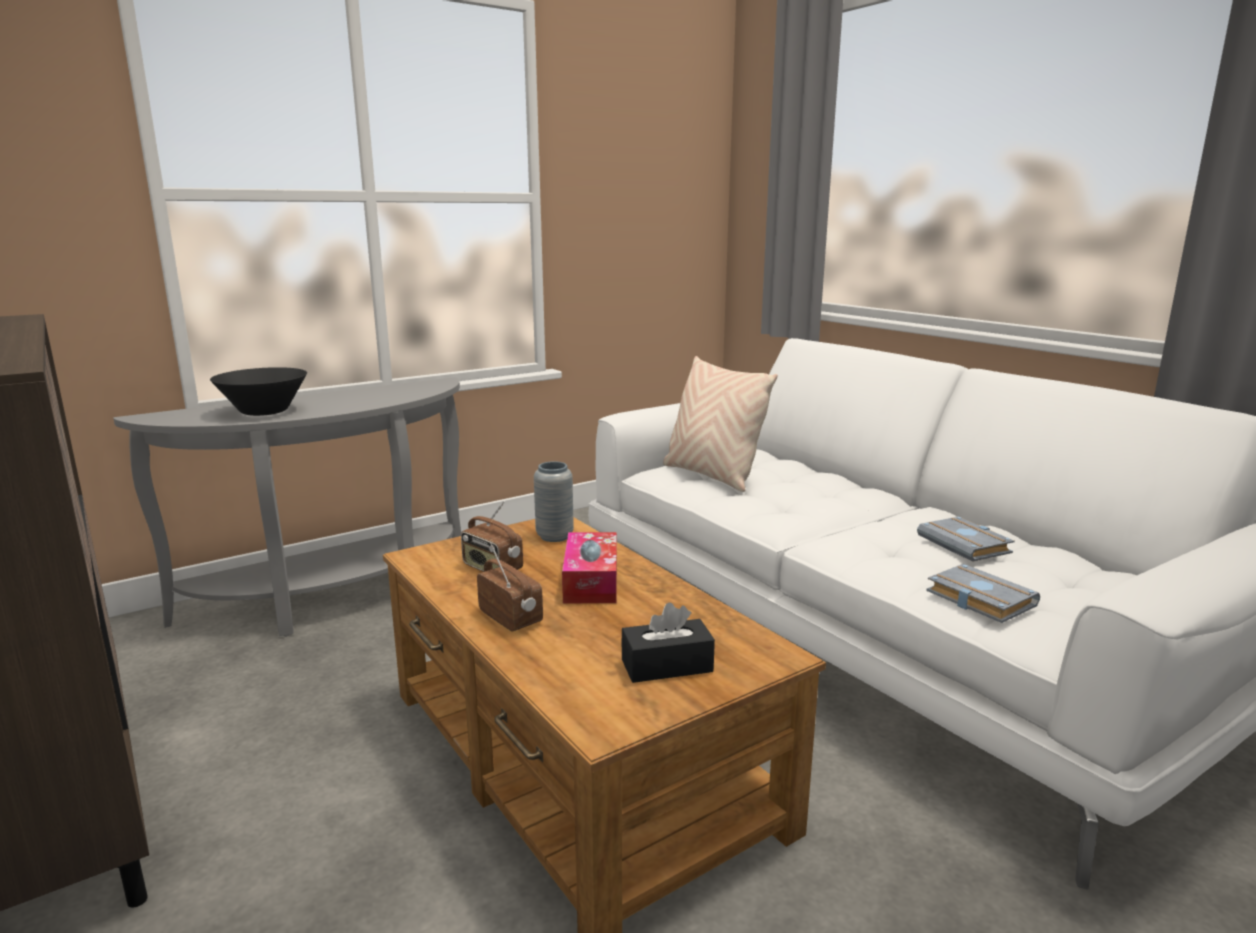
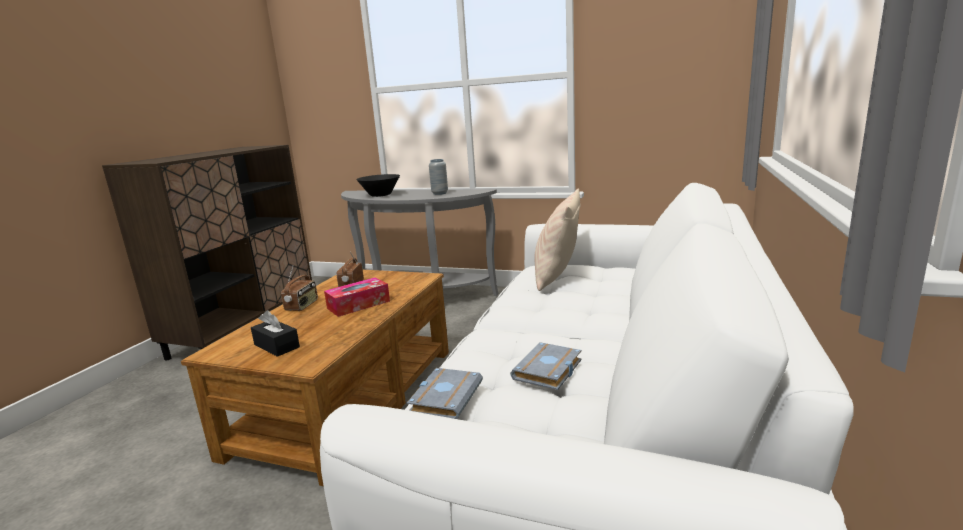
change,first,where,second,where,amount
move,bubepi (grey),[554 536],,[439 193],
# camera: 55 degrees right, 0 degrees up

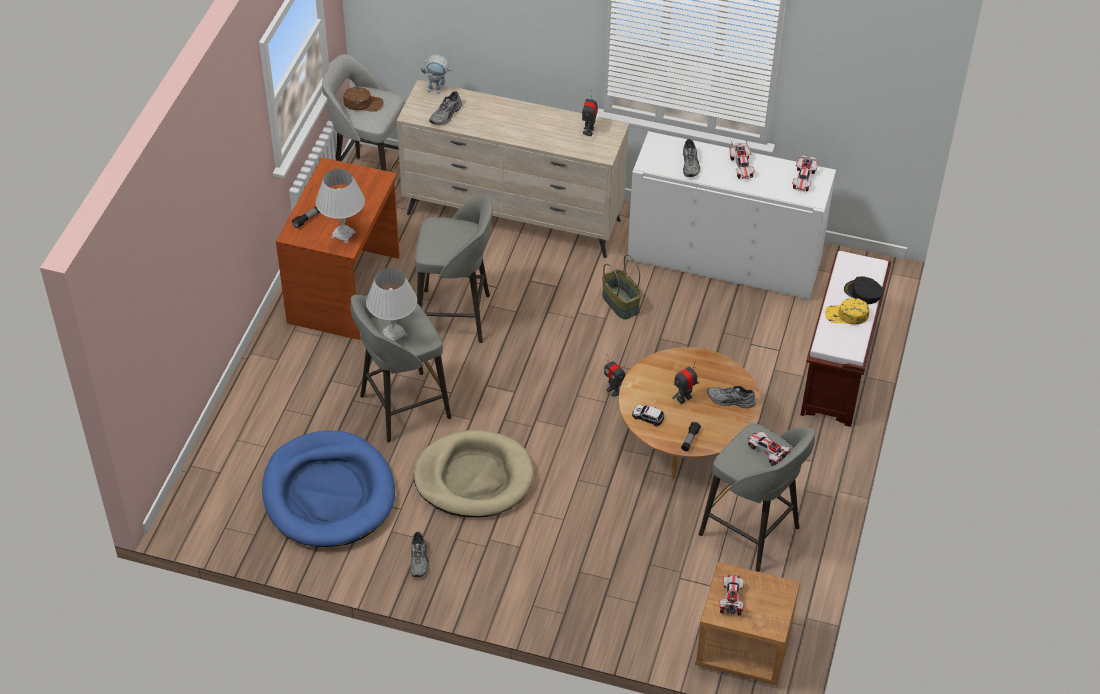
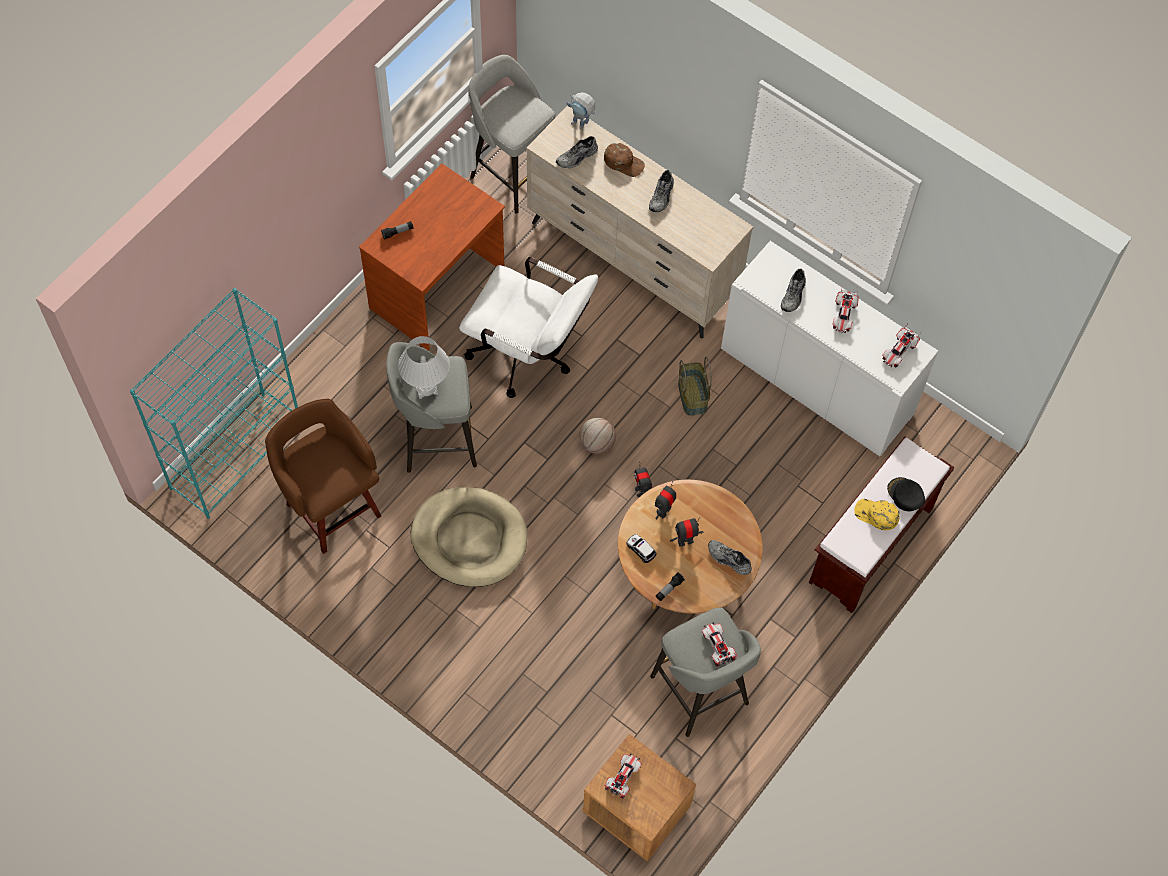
change,first,where,second,where,amount
insert,,,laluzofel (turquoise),[236 454],
replace,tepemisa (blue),[328 493],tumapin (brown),[331 507],
replace,tumapin (grey),[456 316],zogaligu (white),[529 356],
insert,,,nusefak,[596 443],
move,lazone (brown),[363 103],,[624 162],
move,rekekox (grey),[420 559],,[662 196],
move,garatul,[589 131],,[664 510],
delete,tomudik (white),[343 234],,,
# camera: 20 degrees right, 15 degrees up

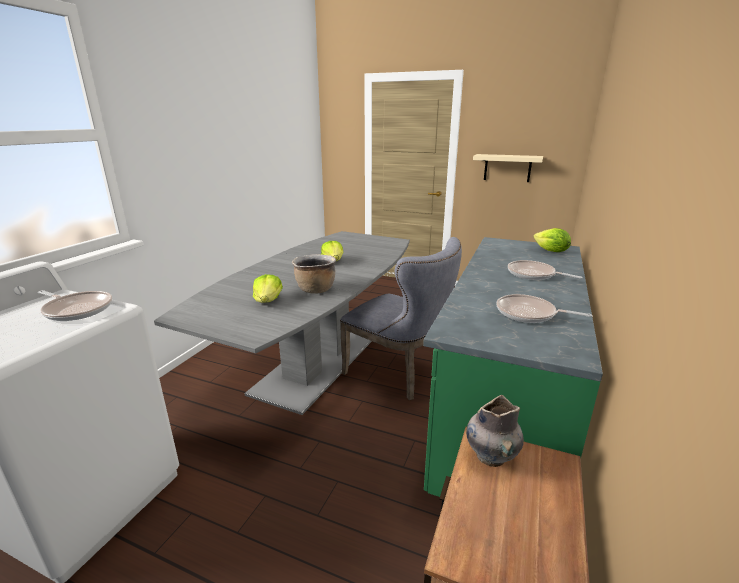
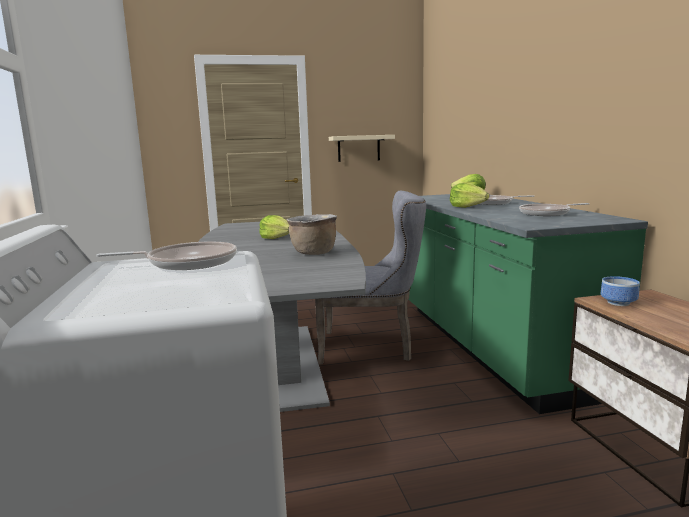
change,first,where,second,where,amount
move,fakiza,[268 301],,[467 207],
replace,bubepi (grey),[490 456],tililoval,[616 303],
# camera: 35 degrees left, 10 degrees down

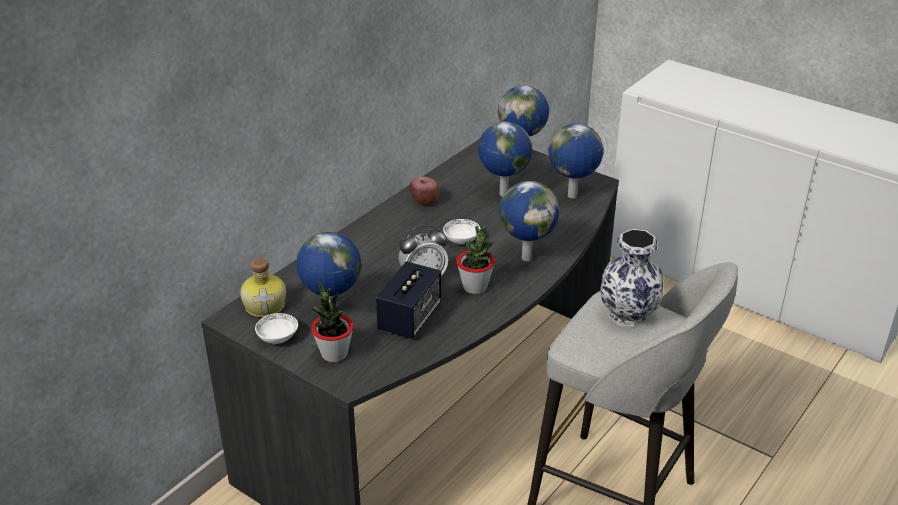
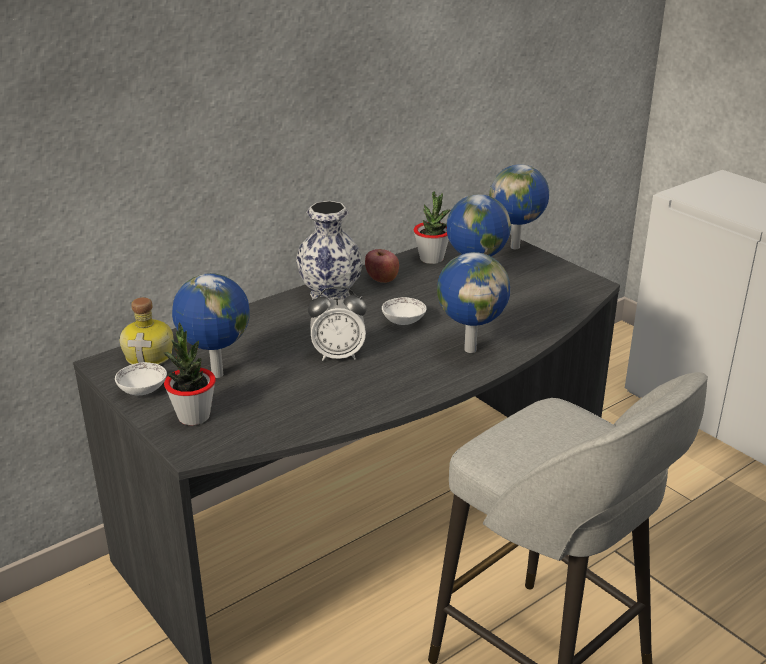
change,first,where,second,where,amount
move,bubepi,[627 315],,[329 295],
move,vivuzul,[475 287],,[431 259],
delete,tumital,[410 318],,,
delete,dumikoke,[572 196],,,
# camera: 15 degrees right, 5 degrees down

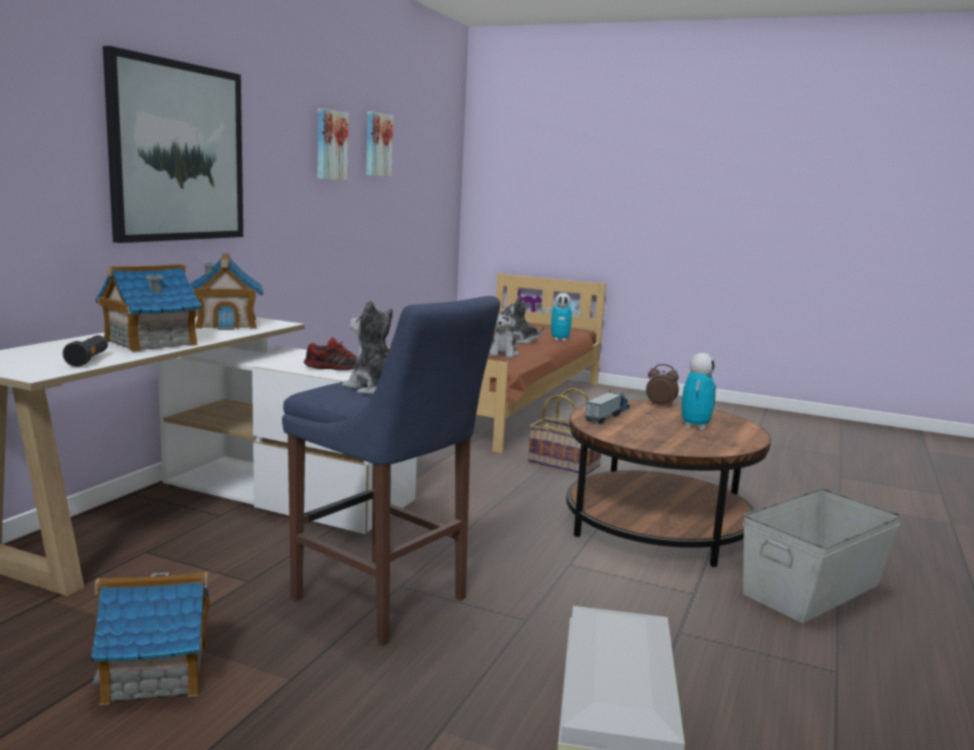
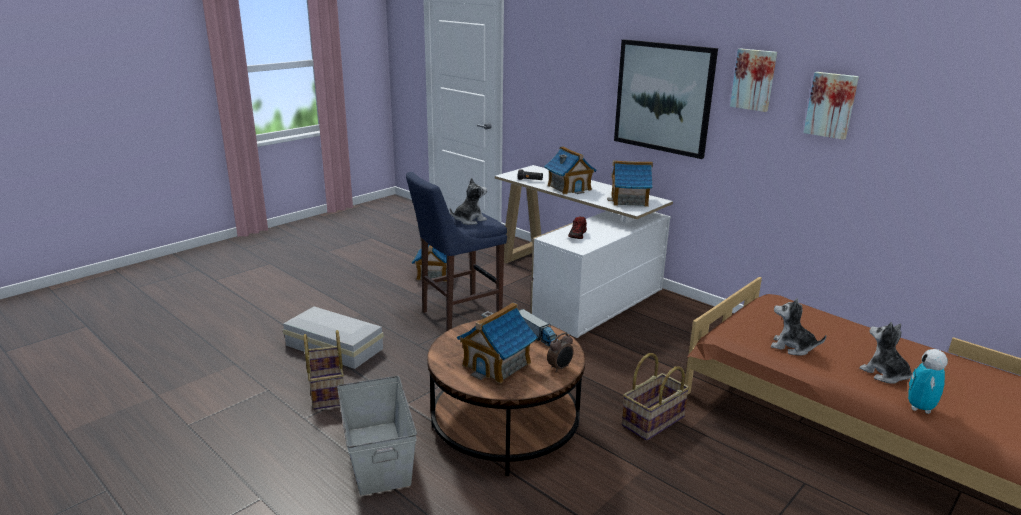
change,first,where,second,where,amount
insert,,,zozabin,[326 391],
replace,garatul,[695 426],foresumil,[497 364],
move,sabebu,[377 145],,[754 79],
rotate,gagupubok,[520 341],,[884 374],75 degrees counterclockwise
# camera: 110 degrees right, 10 degrees up

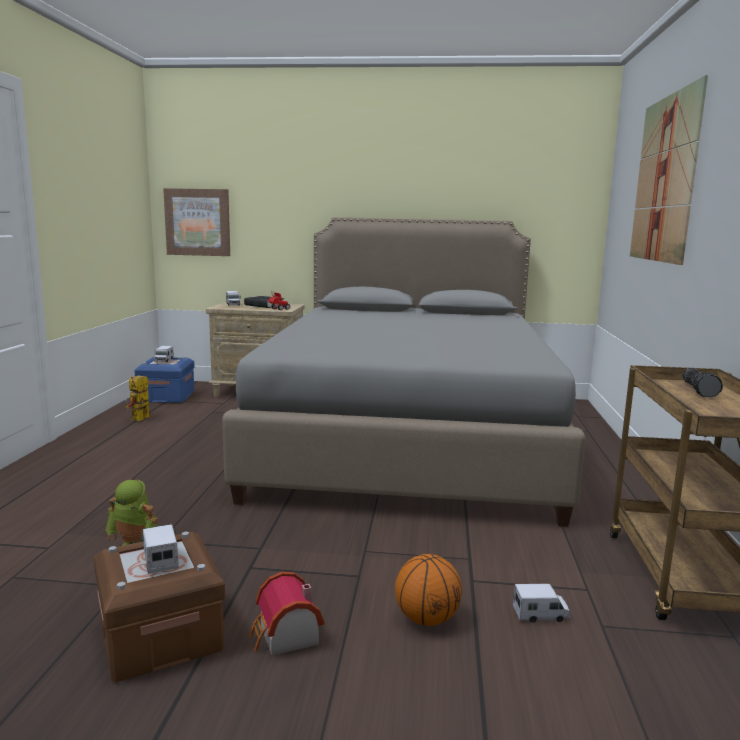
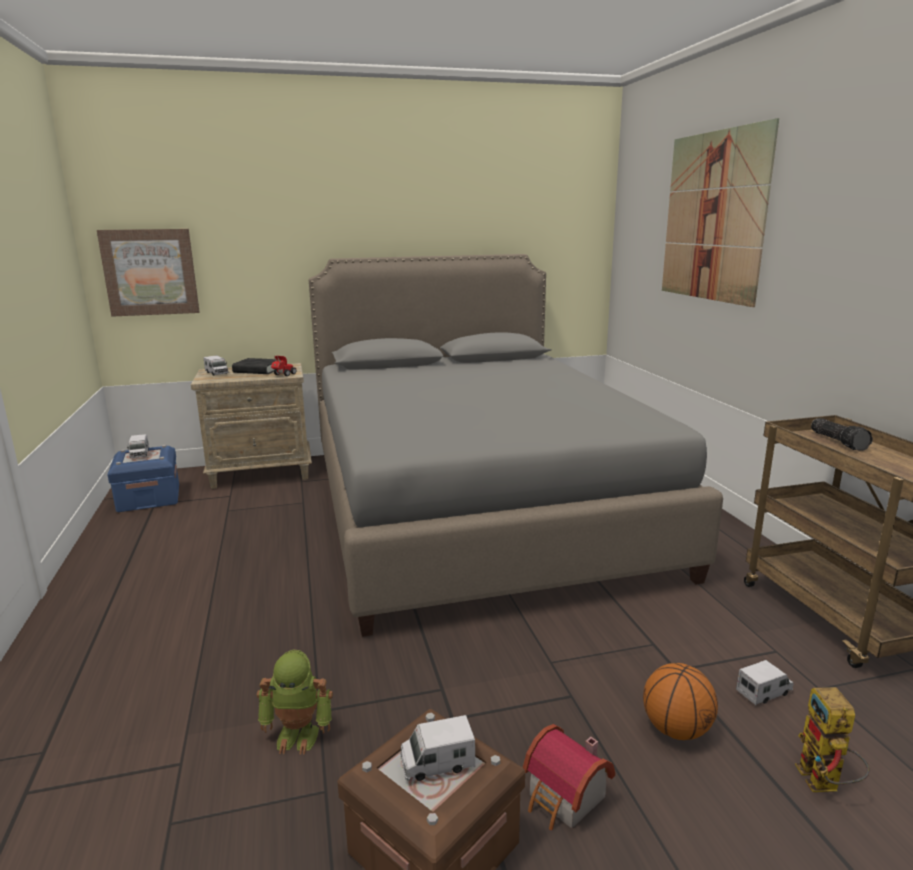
change,first,where,second,where,amount
rotate,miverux,[160 559],,[437 763],60 degrees counterclockwise
move,garatul,[139 419],,[825 785],
# camera: 20 degrees left, 5 degrees up

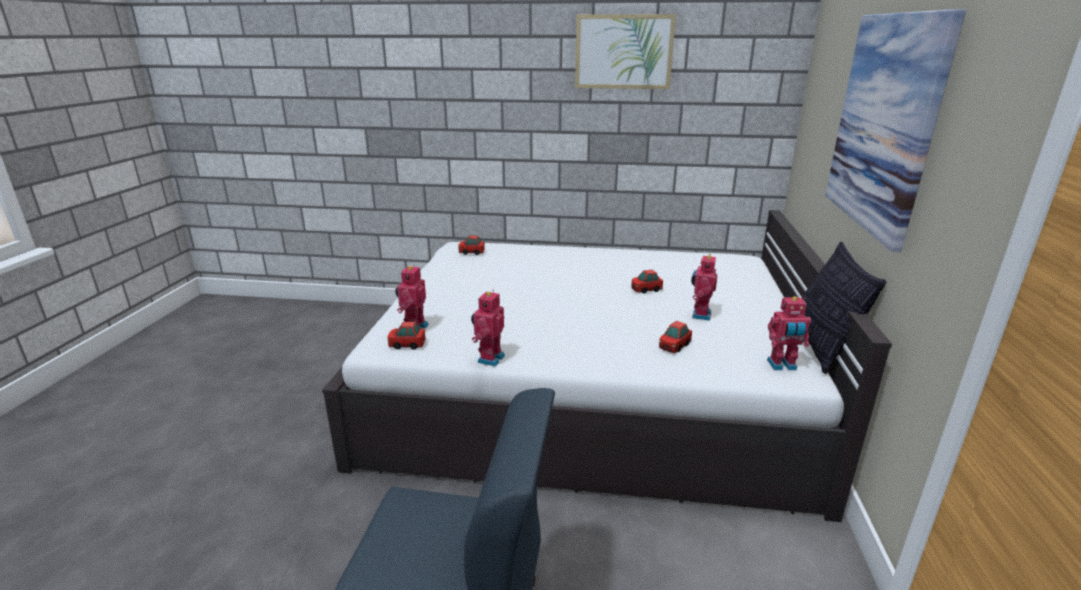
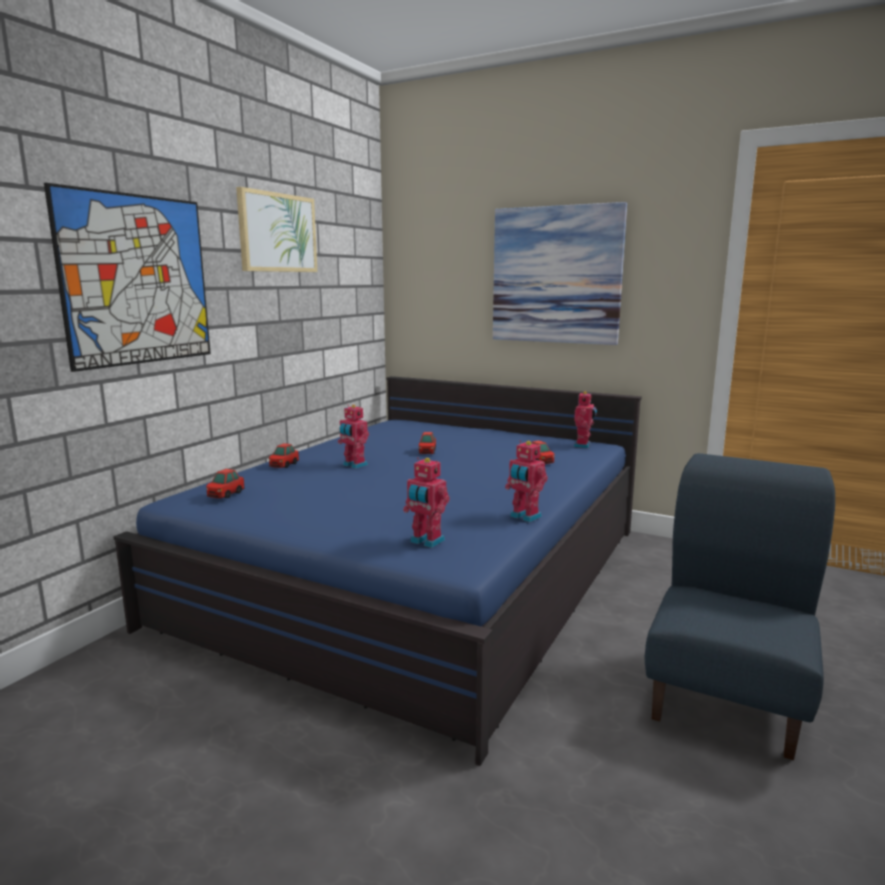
change,first,where,second,where,amount
insert,,,sabebu,[137 280],
recolor,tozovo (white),[589 389],tozovo (blue),[421 574],
move,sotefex,[406 345],,[284 465],
move,garatul,[699 315],,[354 465],
delete,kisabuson,[821 348],,,
# camera: 70 degrees left, 10 degrees down

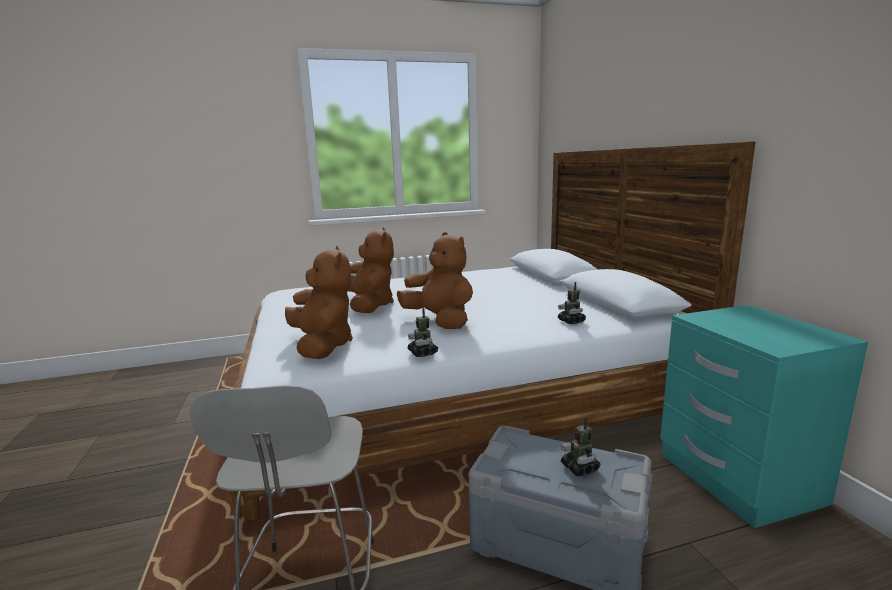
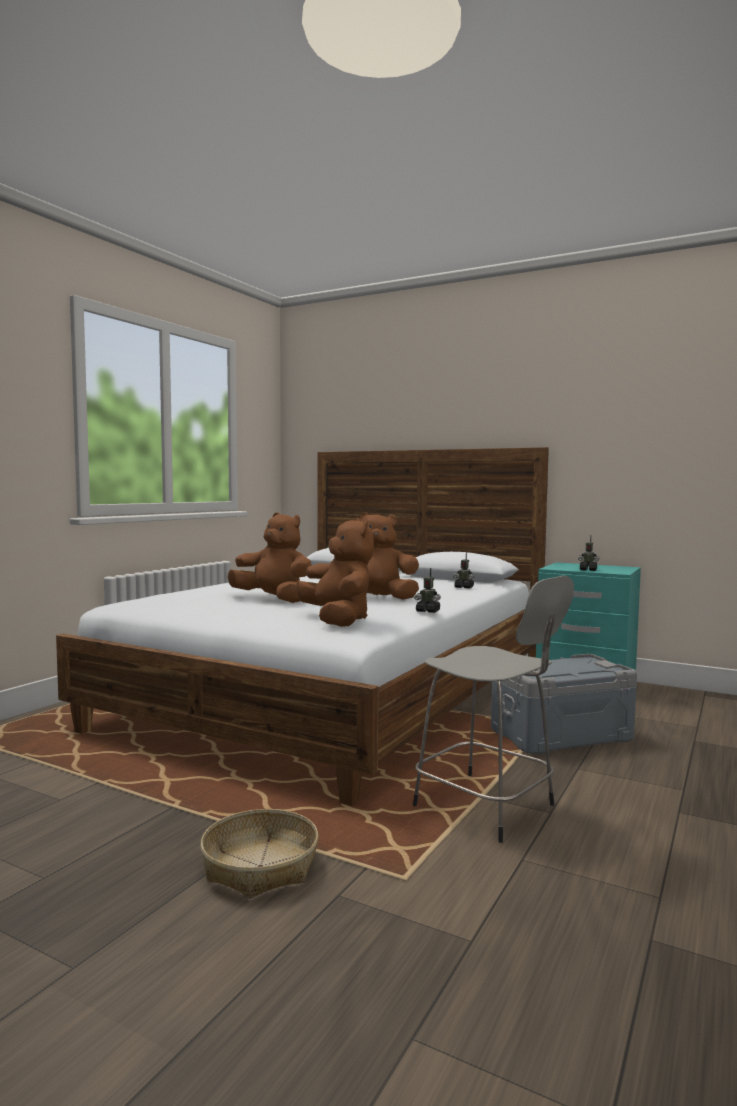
change,first,where,second,where,amount
insert,,,zozabin,[259 867],
rotate,gagupubok (brown),[322 346],,[337 620],45 degrees clockwise
move,garatul,[580 468],,[588 570],
# camera: 45 degrees left, 10 degrees down

